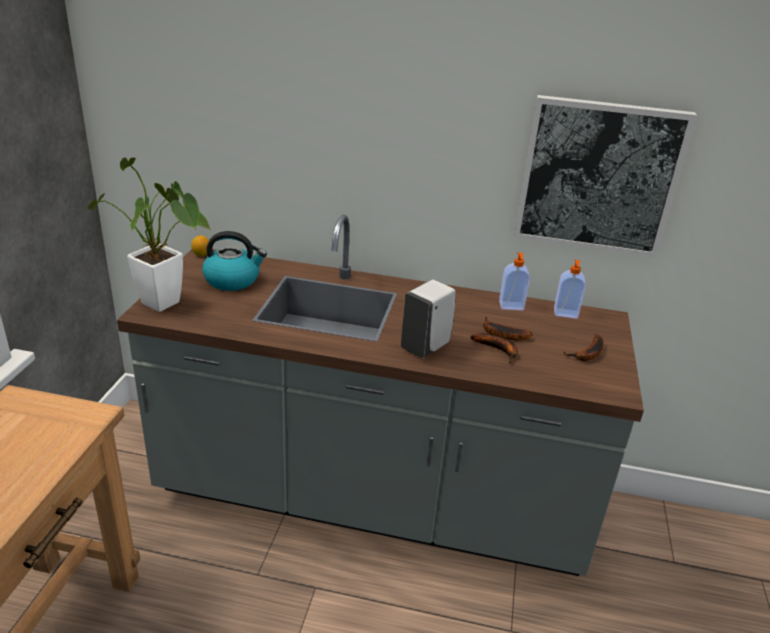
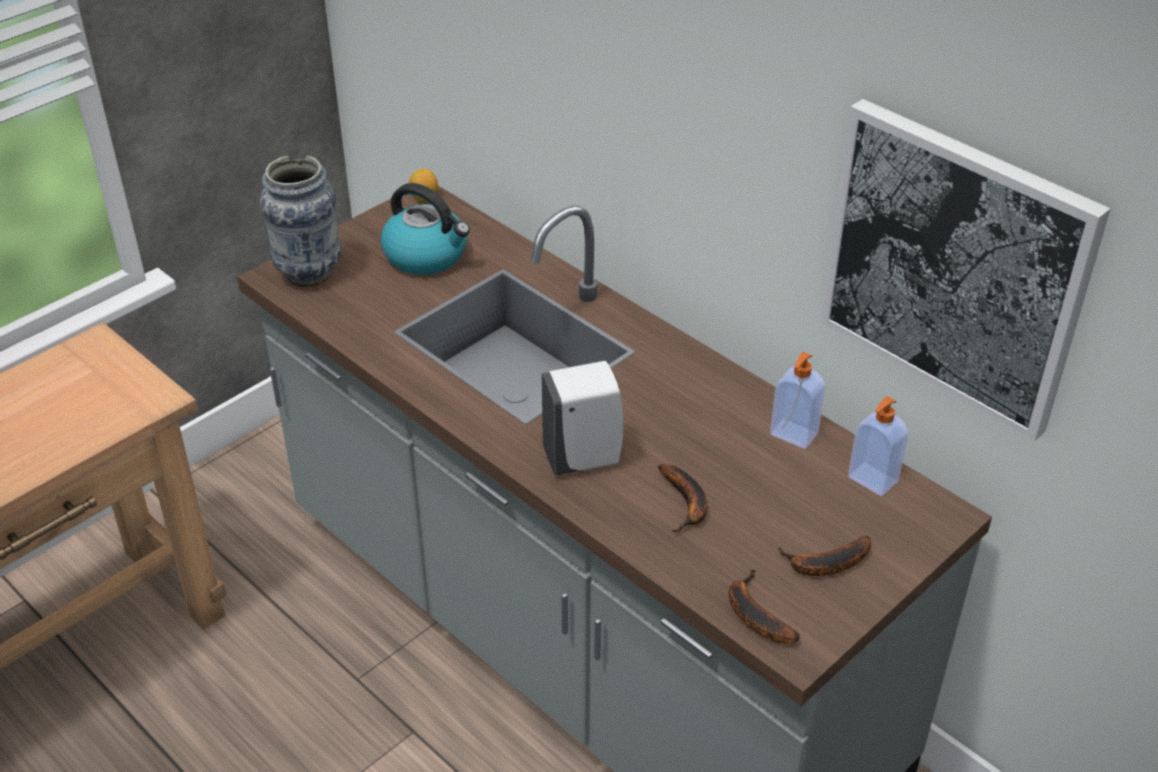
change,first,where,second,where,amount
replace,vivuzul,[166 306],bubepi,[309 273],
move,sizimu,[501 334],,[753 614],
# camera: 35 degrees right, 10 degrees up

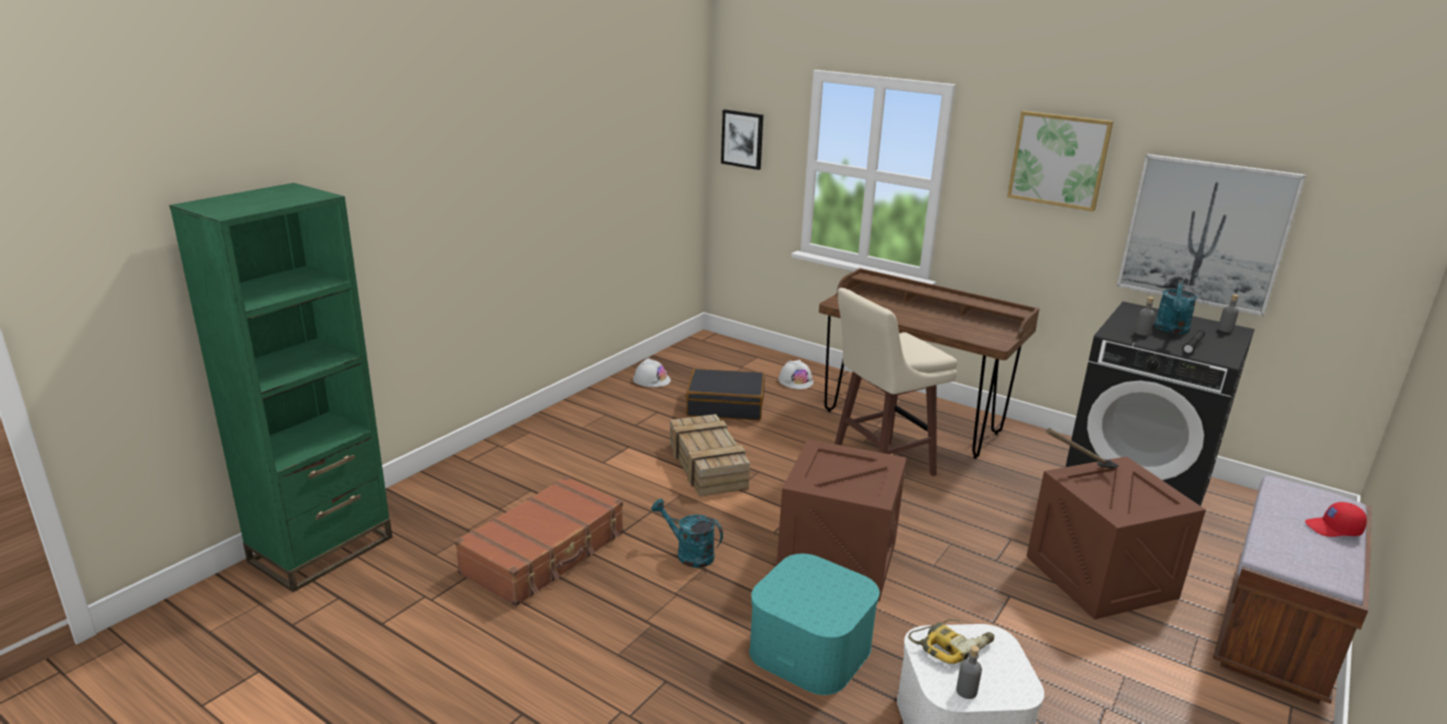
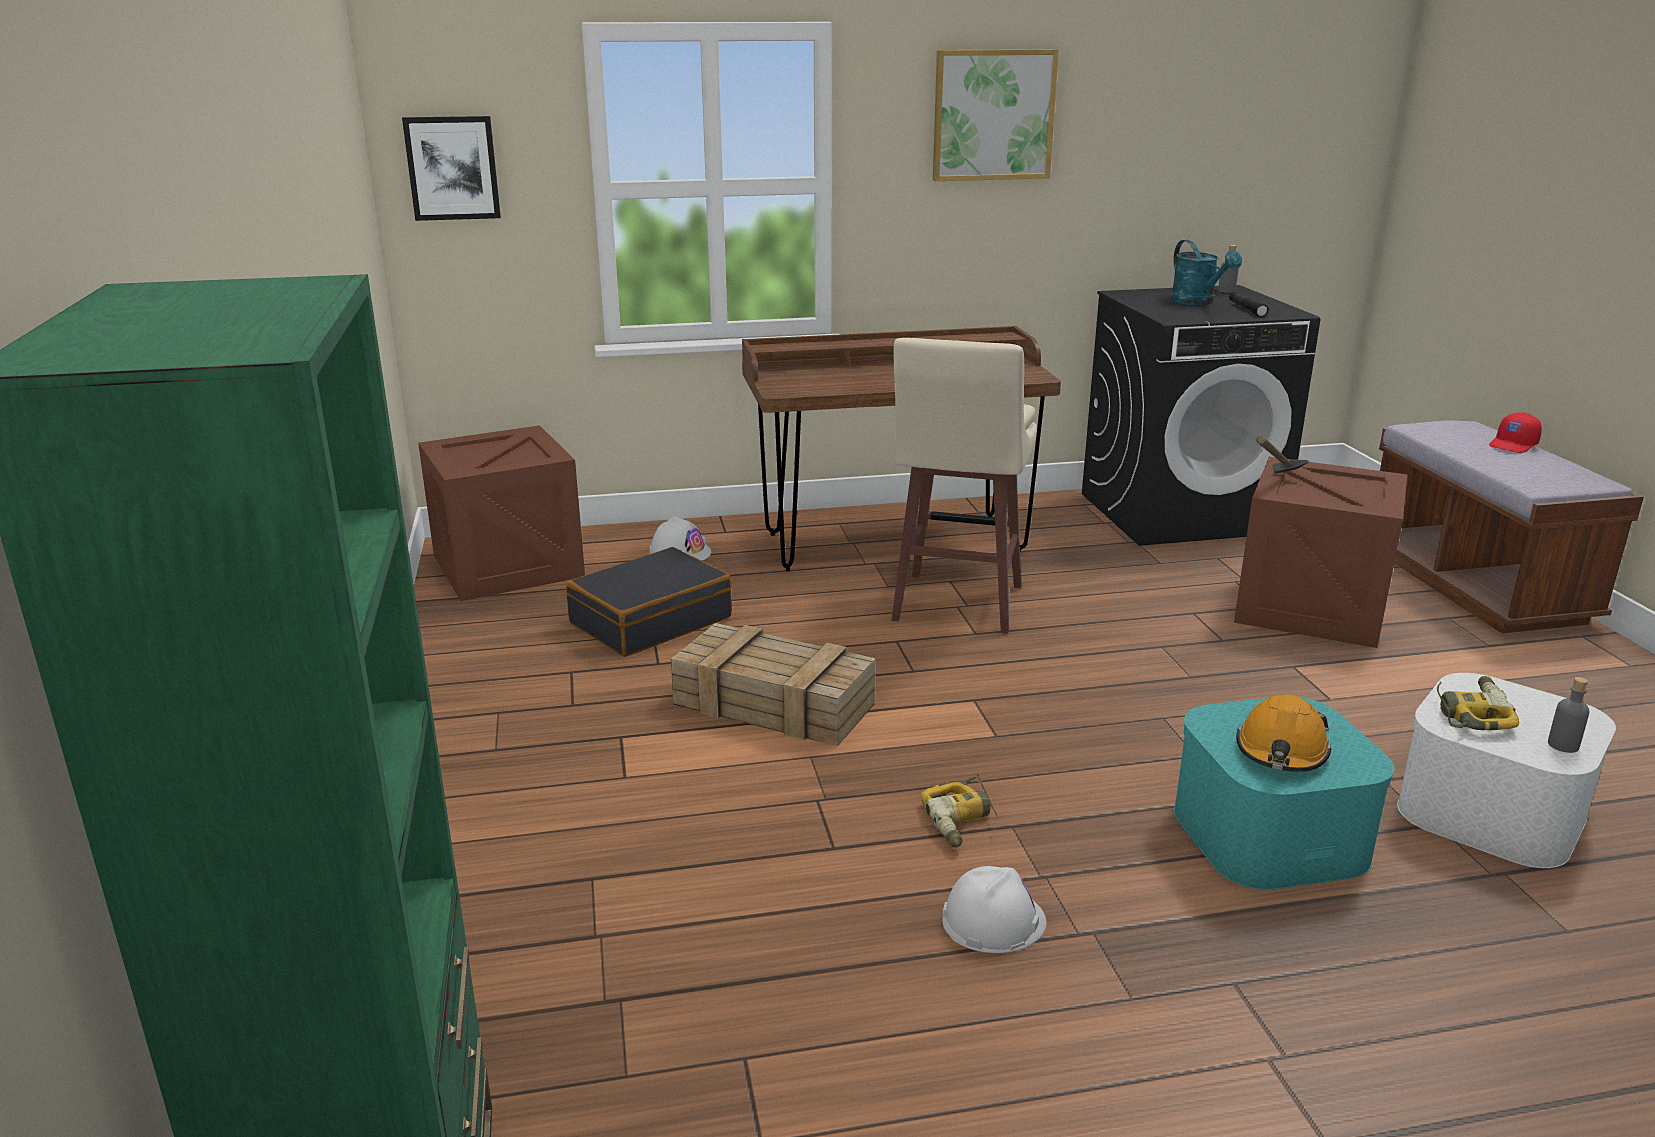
change,first,where,second,where,amount
move,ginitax,[837 559],,[508 566],
replace,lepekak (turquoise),[689 554],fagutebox,[962 820],
move,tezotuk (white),[651 379],,[993 920],
insert,,,tezotuk (orange),[1281 751],
delete,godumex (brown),[545 553],,,
delete,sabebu,[1205 233],,,
delete,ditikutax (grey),[1142 333],,,
# camera: 45 degrees left, 0 degrees up

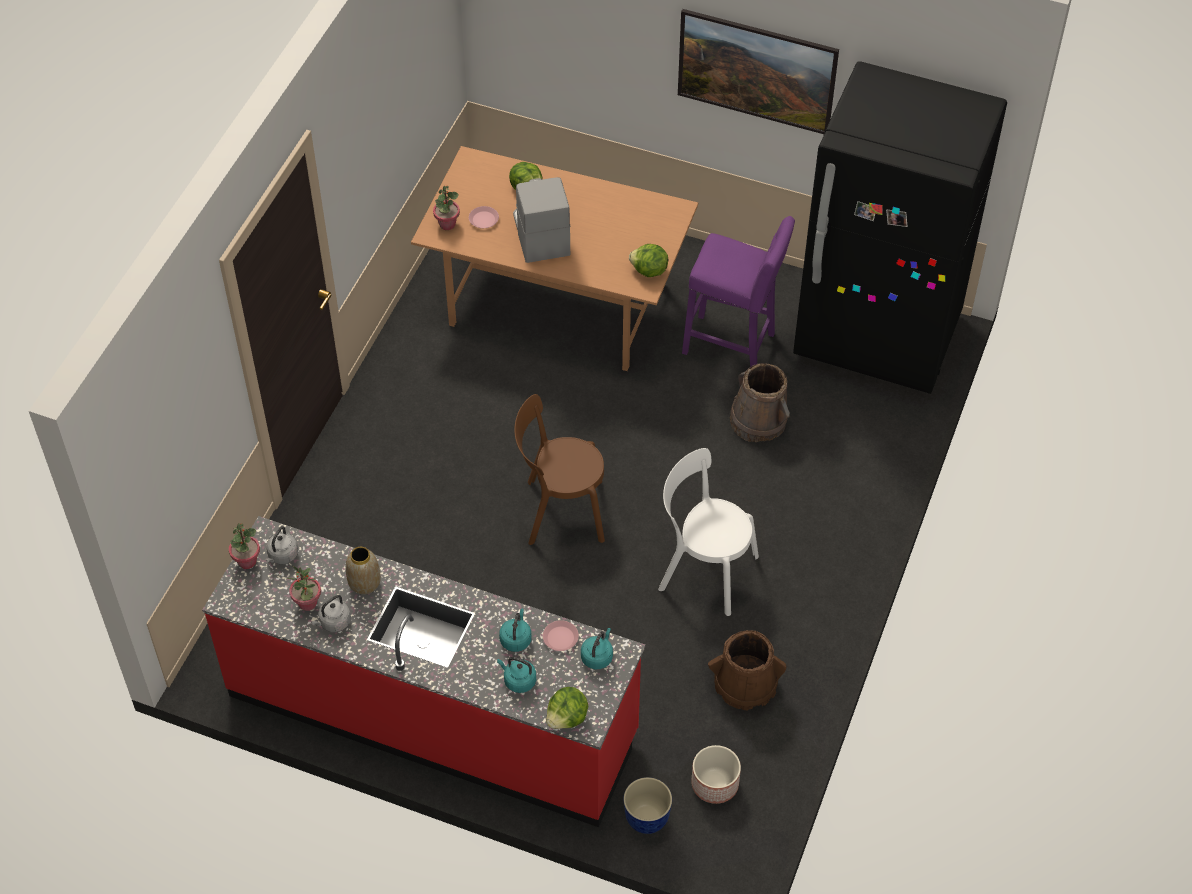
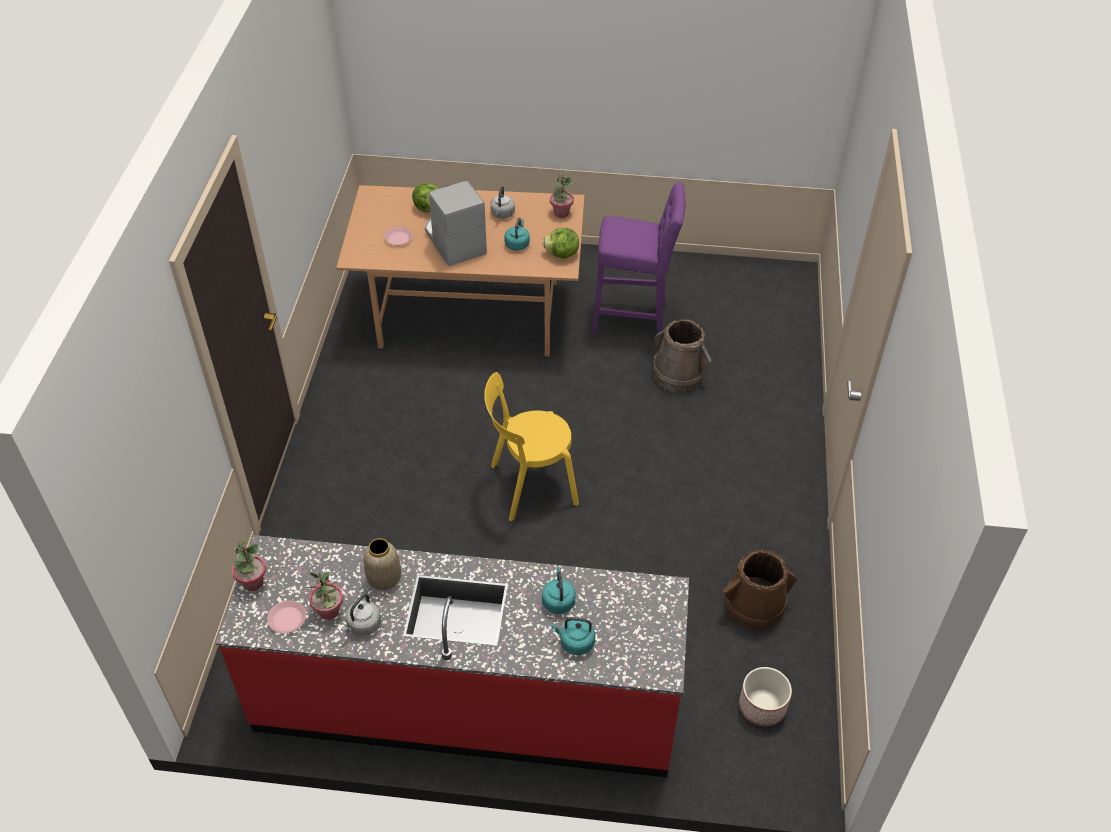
change,first,where,second,where,amount
move,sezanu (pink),[560 638],,[287 619],
recolor,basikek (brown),[560 511],basikek (yellow),[529 485],
move,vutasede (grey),[282 556],,[502 214],
move,vutasede (turquoise),[597 656],,[517 244],
move,vivuzul,[447 224],,[561 213],
delete,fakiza,[567 718],,,
delete,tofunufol,[646 819],,,
delete,basikek (white),[703 570],,,
delete,sabebu,[754 92],,,
delete,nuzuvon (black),[877 337],,,
# camera: 15 degrees left, 5 degrees down

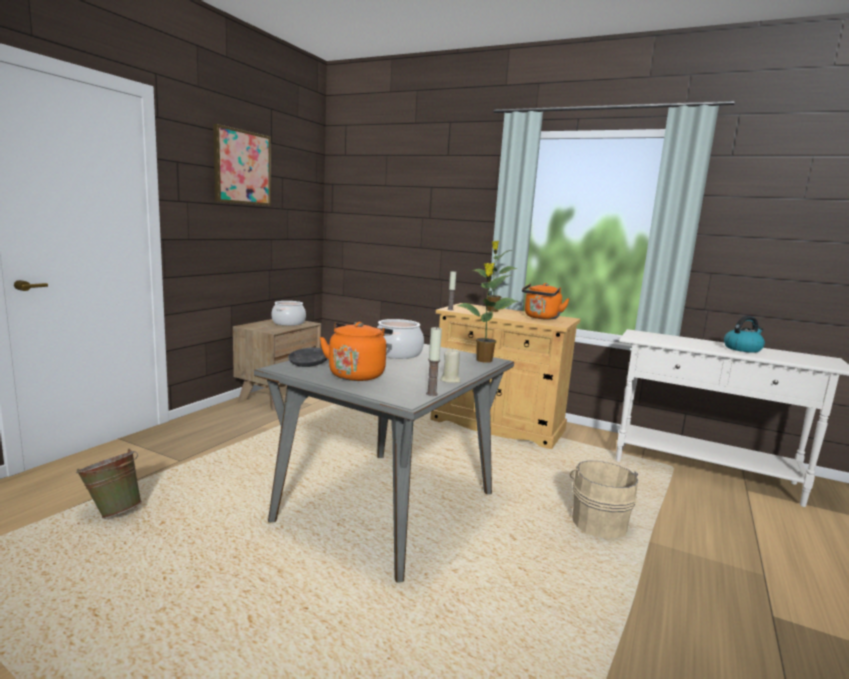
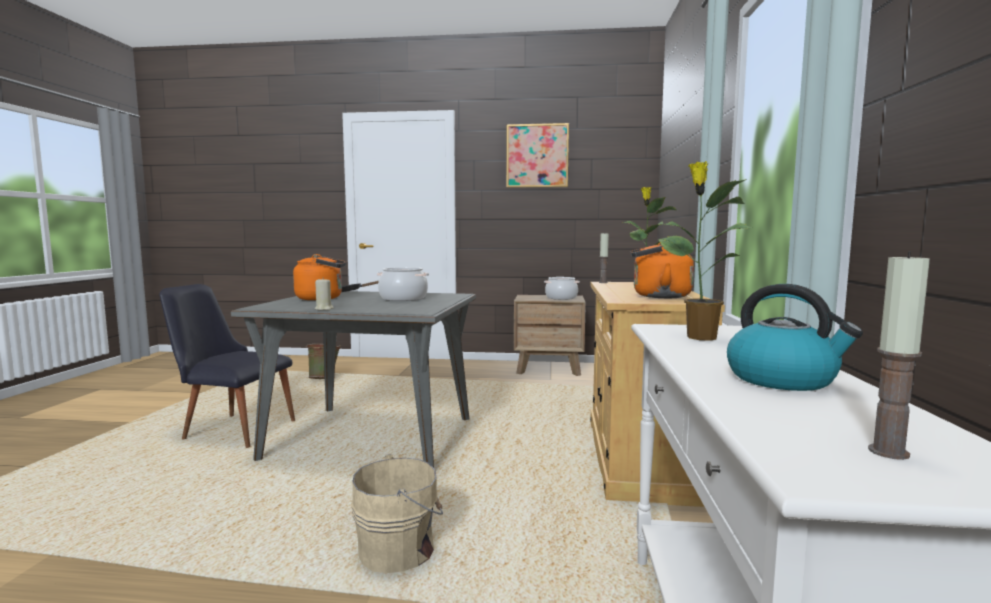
change,first,where,second,where,amount
insert,,,basikek (black),[232 429],
move,vivuzul,[483 360],,[699 337],
move,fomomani,[431 394],,[888 452],
# camera: 70 degrees right, 5 degrees down

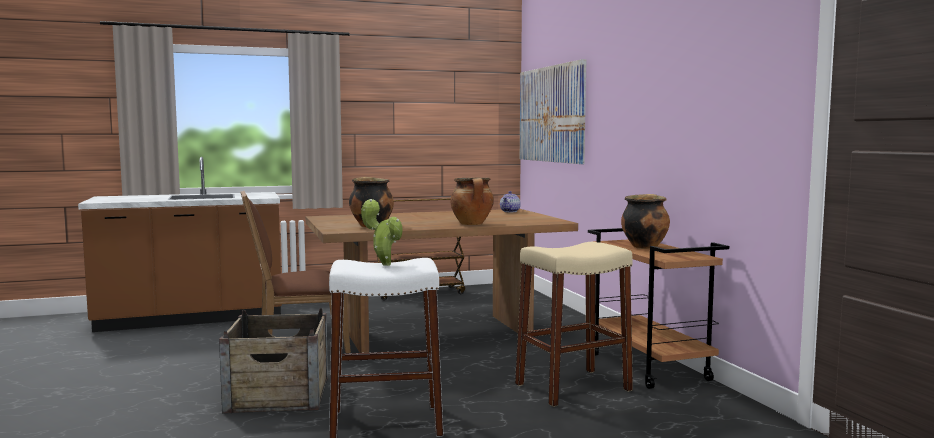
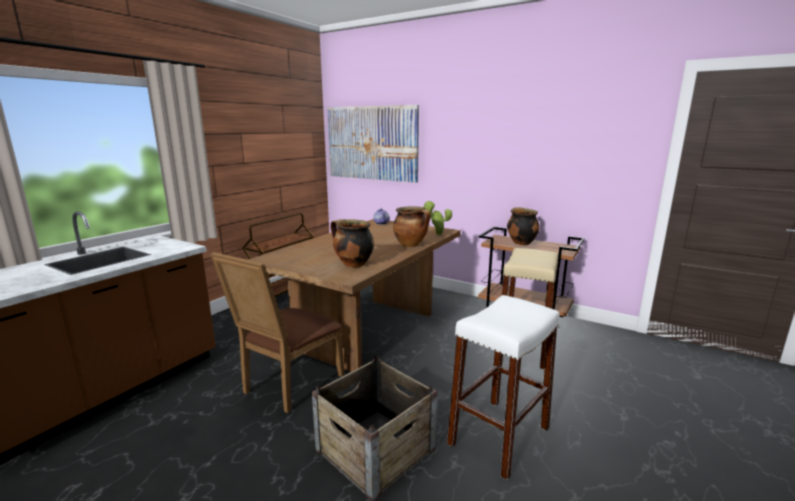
change,first,where,second,where,amount
move,vivuzul,[383 264],,[437 234],
# camera: 40 degrees left, 10 degrees up

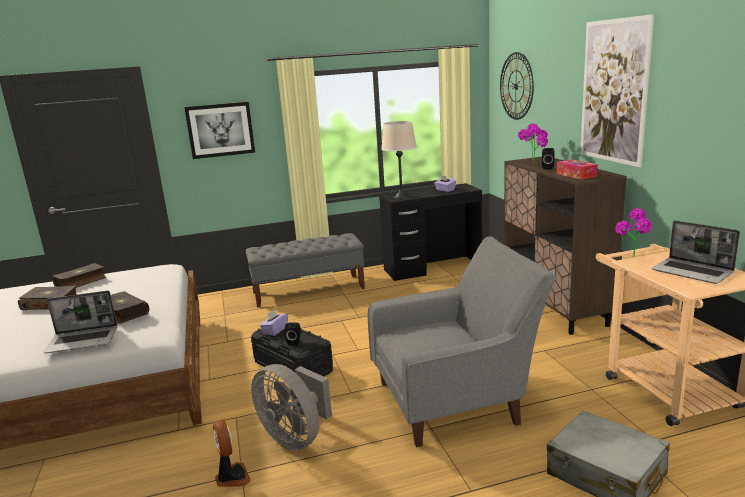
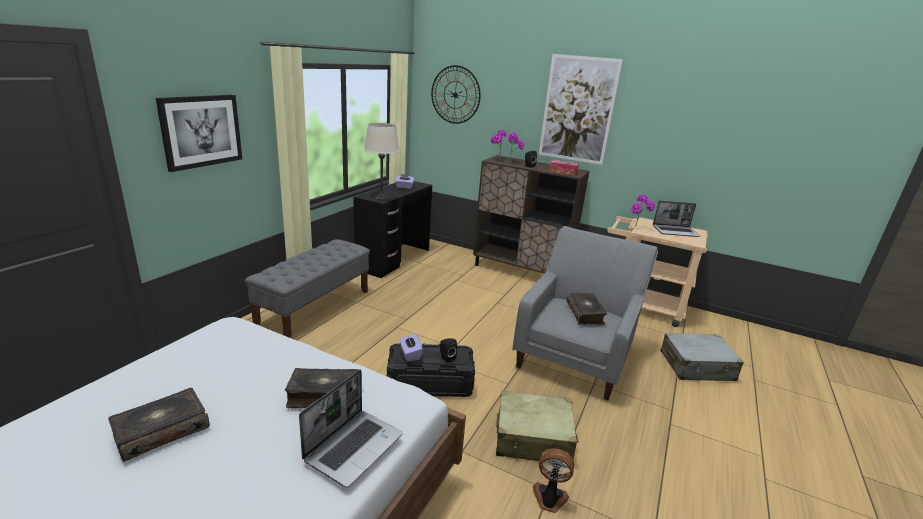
change,first,where,second,where,amount
replace,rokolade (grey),[295 437],godumex (beige),[533 438],
move,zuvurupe,[81 282],,[585 314],
# camera: 50 degrees left, 5 degrees up

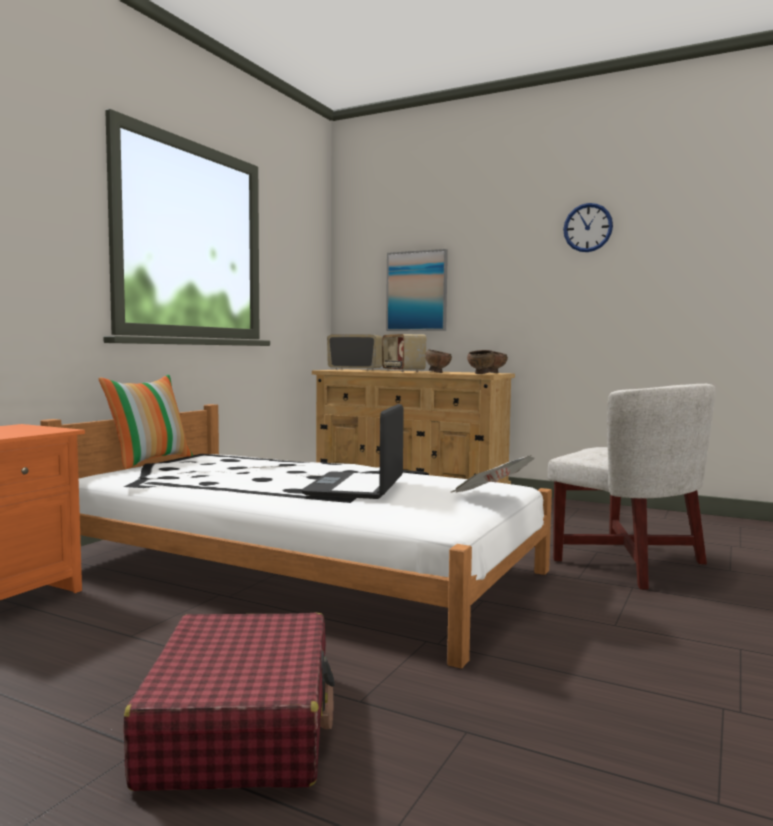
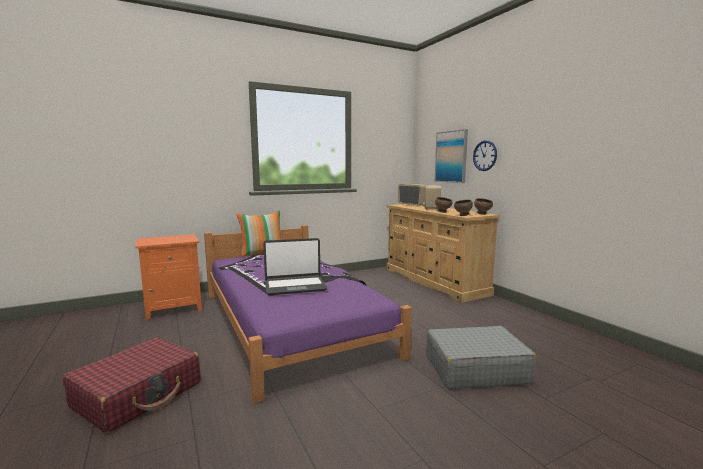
change,first,where,second,where,amount
recolor,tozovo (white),[298 570],tozovo (purple),[289 321],
rotate,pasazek,[356 487],,[295 286],150 degrees counterclockwise
replace,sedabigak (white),[630 563],godumex (grey),[475 369],
move,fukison,[588 227],,[485 155],
delete,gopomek,[491 497],,,
# camera: 35 degrees right, 5 degrees up

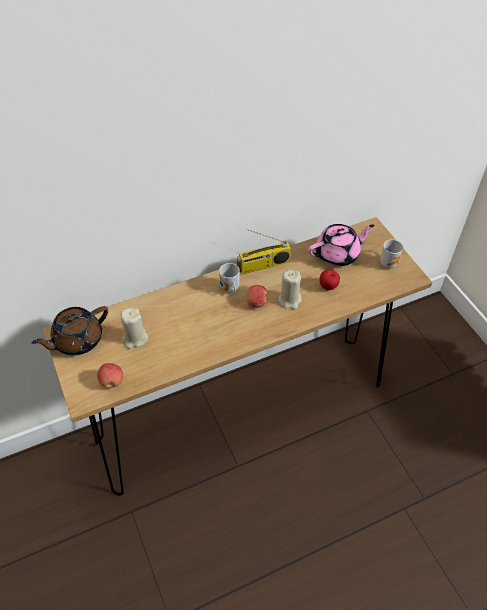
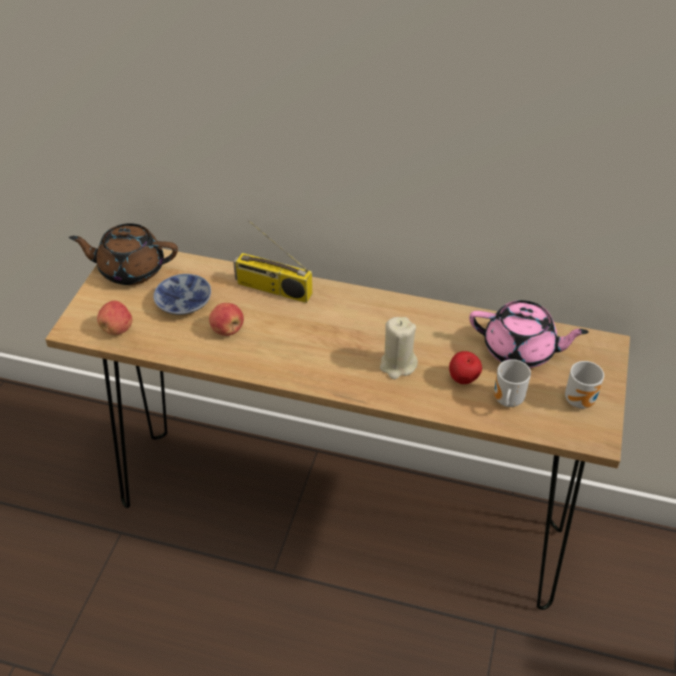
change,first,where,second,where,amount
replace,fomomani (beige),[135 338],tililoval,[185 302],
move,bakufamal,[256 302],,[227 330],
move,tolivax,[263 265],,[272 289],
move,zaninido,[229 289],,[506 401],
# camera: 40 degrees right, 5 degrees down

